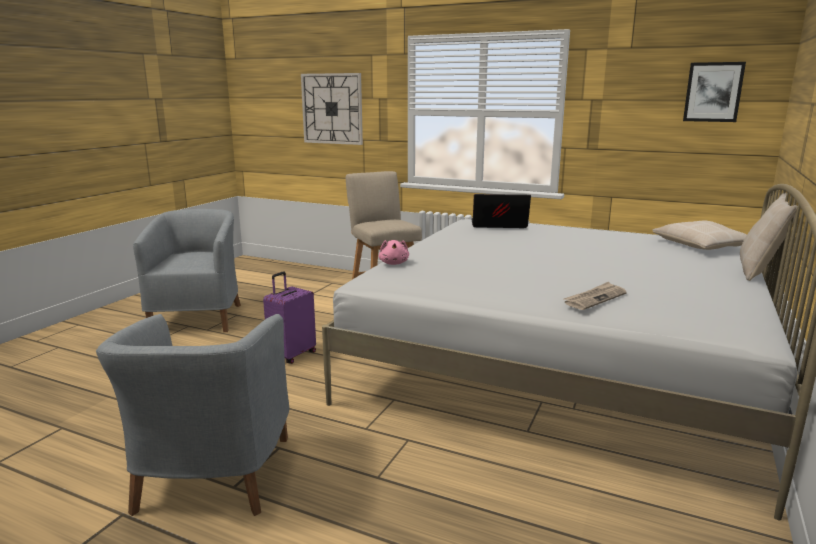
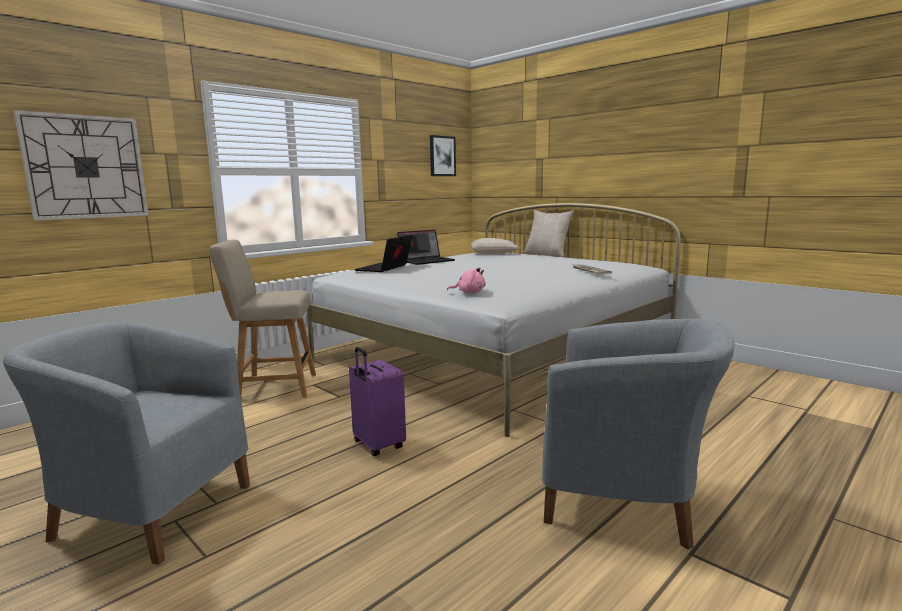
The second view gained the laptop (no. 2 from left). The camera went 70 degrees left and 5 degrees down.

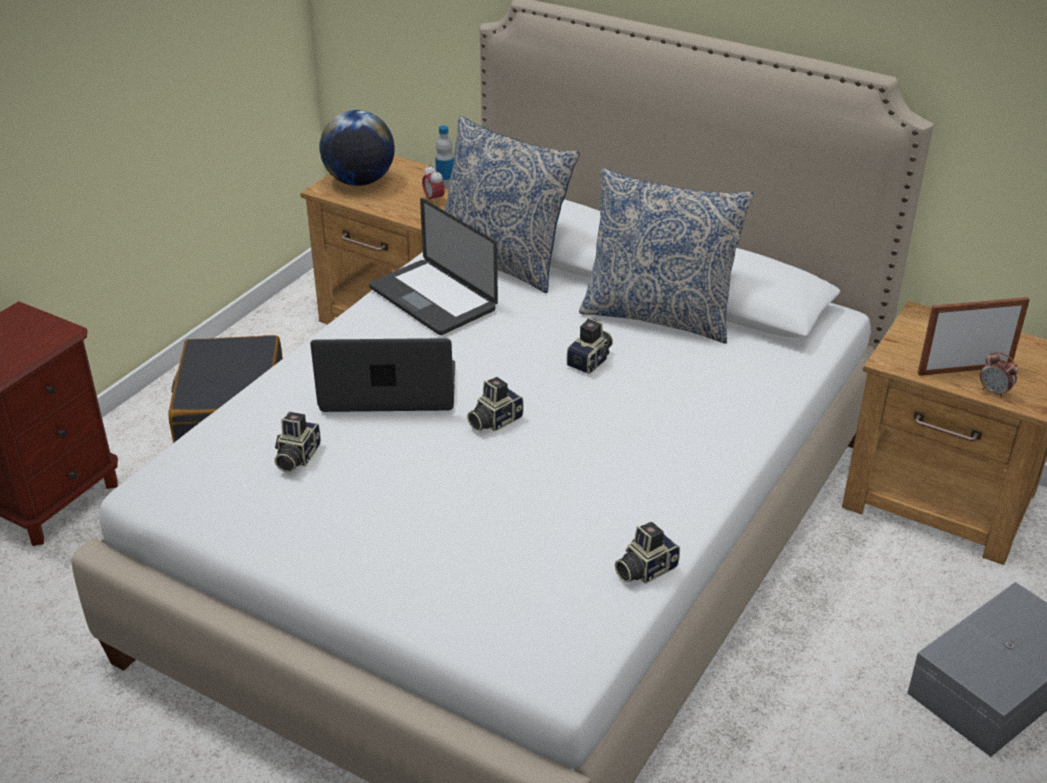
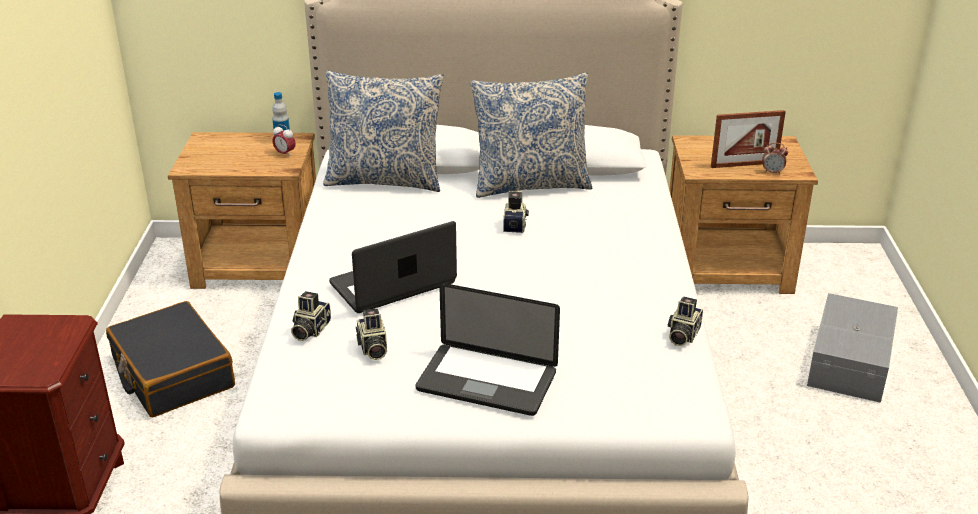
The photo camera (no. 2 from left in the first image) ended up elsewhere. The laptop (no. 2 from left) ended up elsewhere. The picture frame ended up facing another way, 150 degrees counterclockwise from before. The second view lost the globe. The camera went 30 degrees left and 5 degrees down.

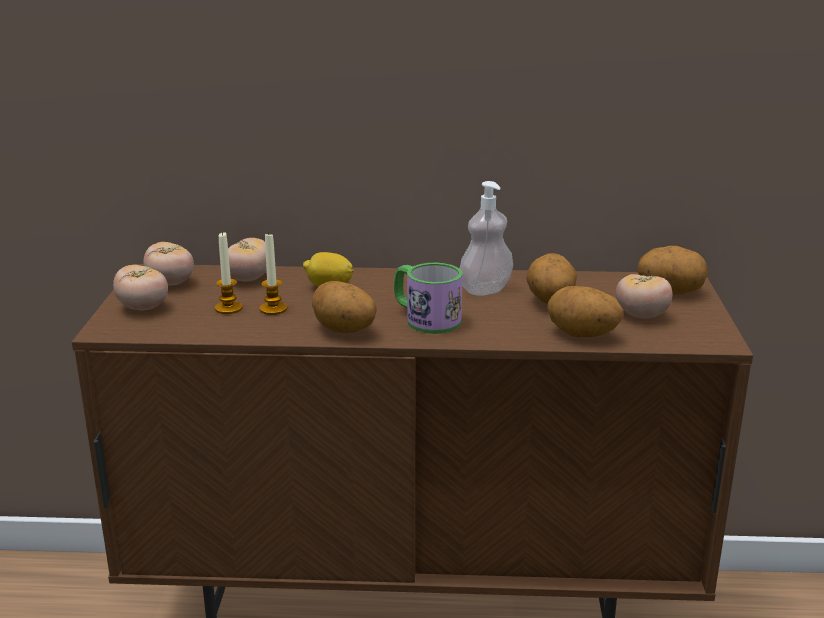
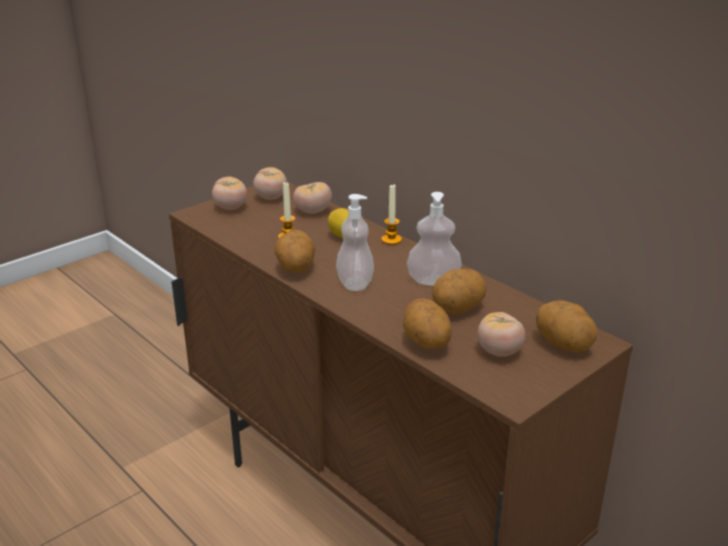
Where the mug stood, the soap dispenser (no. 1 from left) came to stand. The candle (no. 1 from left in the first image) ended up elsewhere. The camera went 45 degrees right and 5 degrees up.

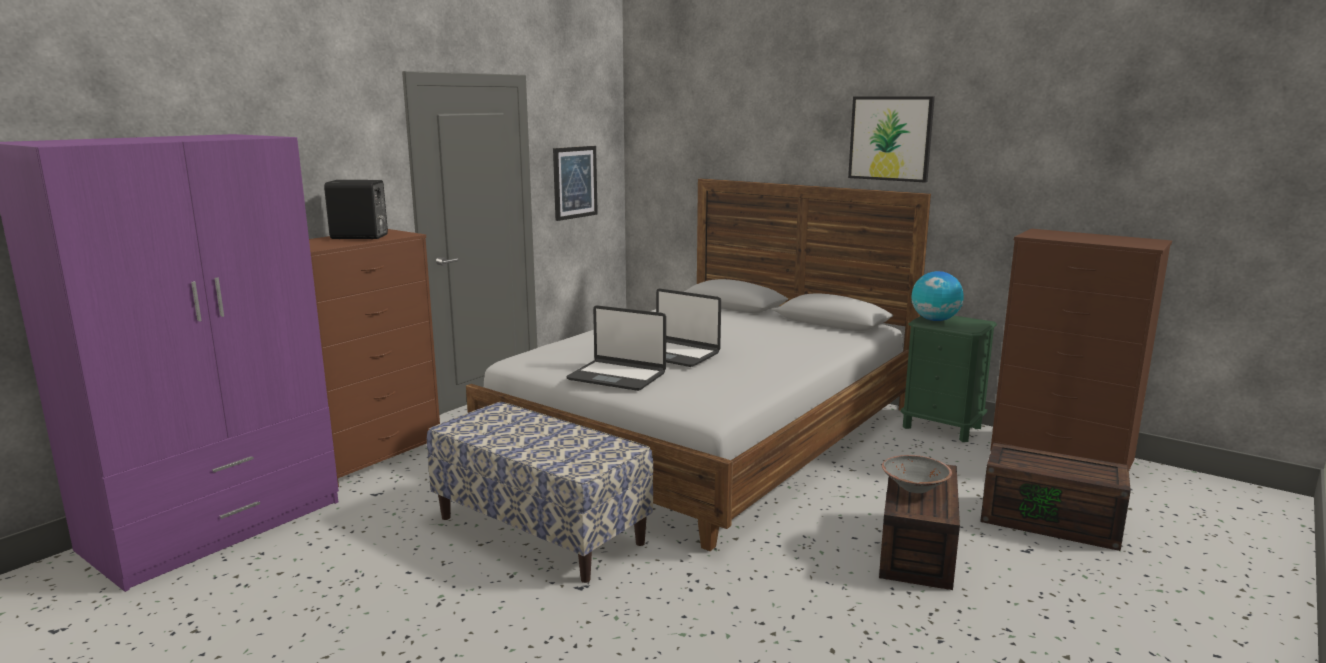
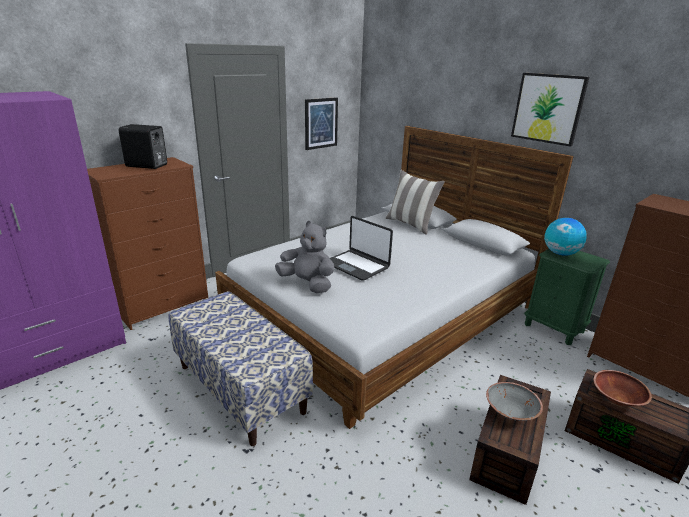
Where the laptop (no. 1 from left) stood, the grey plush toy came to stand. The second view gained the pillow. The second view gained the brown bowl. The camera went 10 degrees right and 10 degrees up.

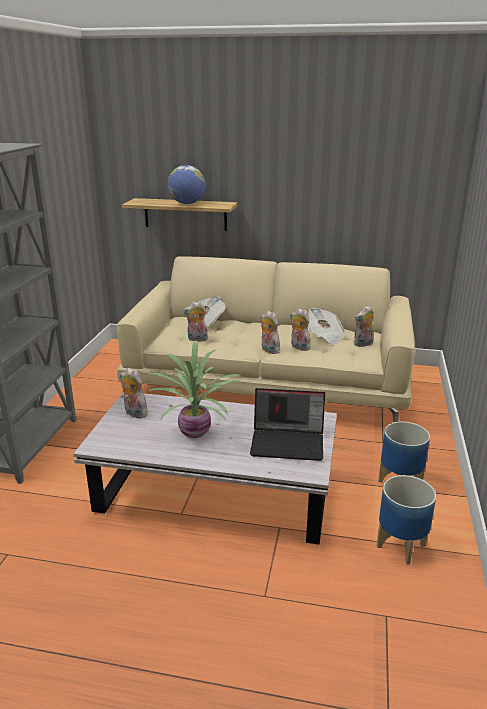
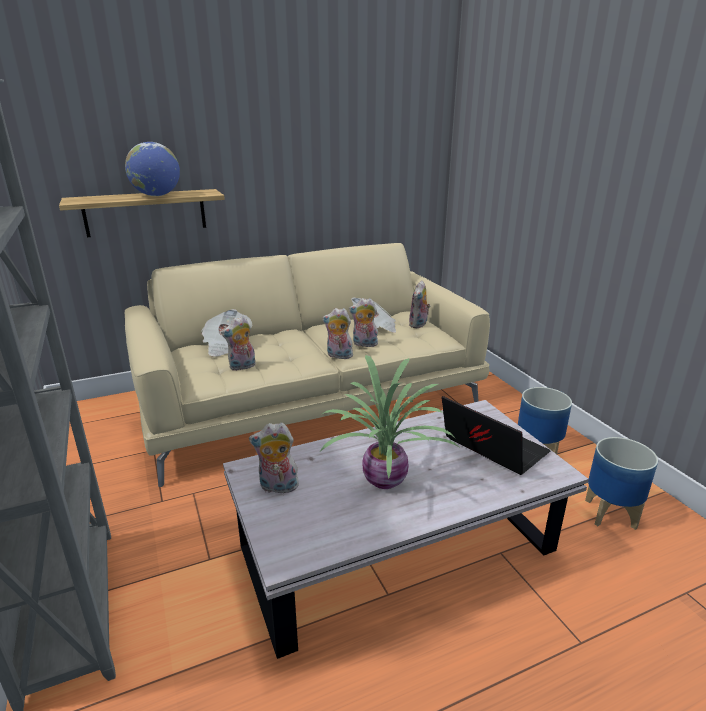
The laptop ended up facing another way, 105 degrees counterclockwise from before. The camera went 35 degrees left and 0 degrees up.

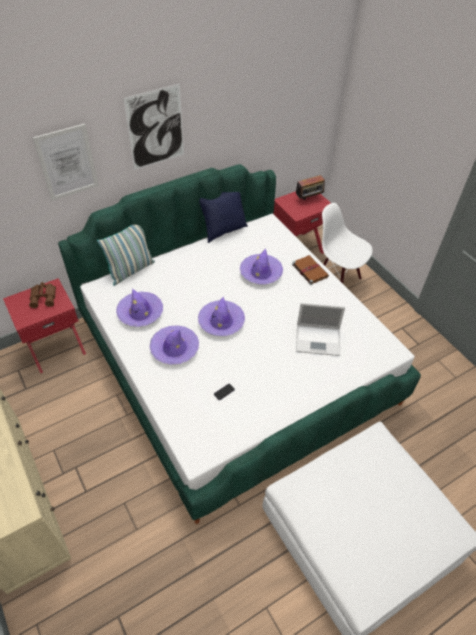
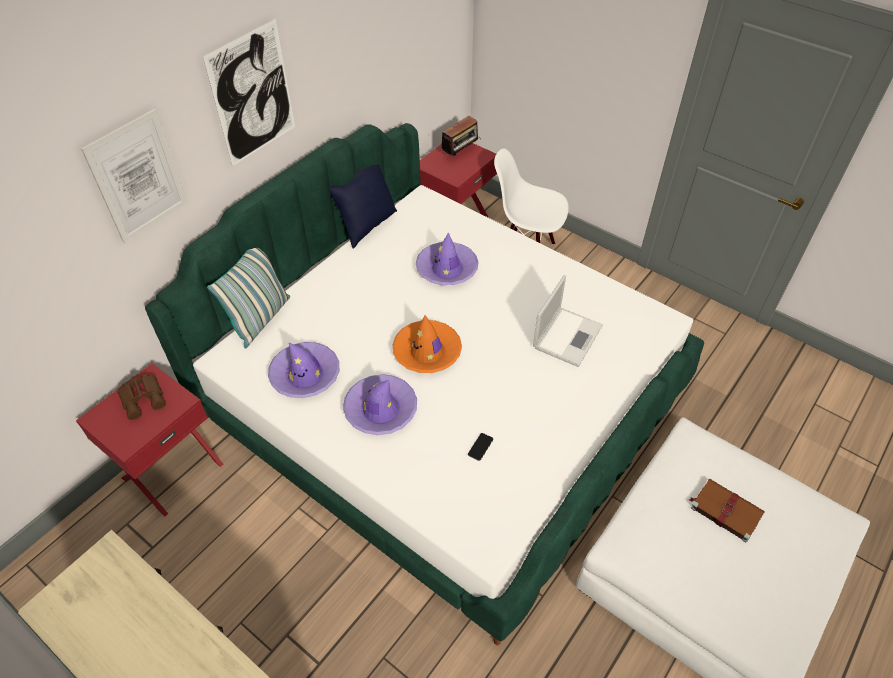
What was the purple hat (no. 3 from left) turned into the orange hat. The laptop ended up facing another way, 45 degrees counterclockwise from before. The brown book ended up elsewhere. The camera went 20 degrees left and 0 degrees up.

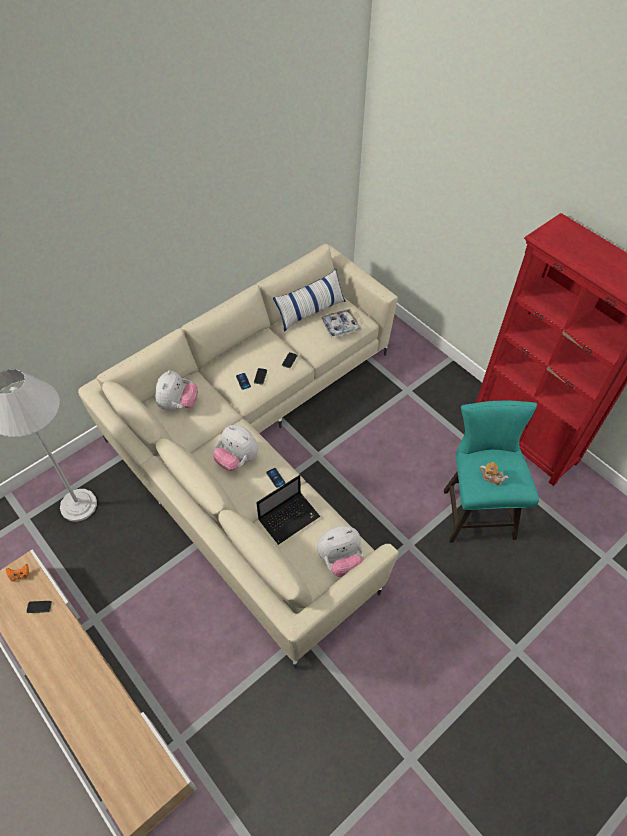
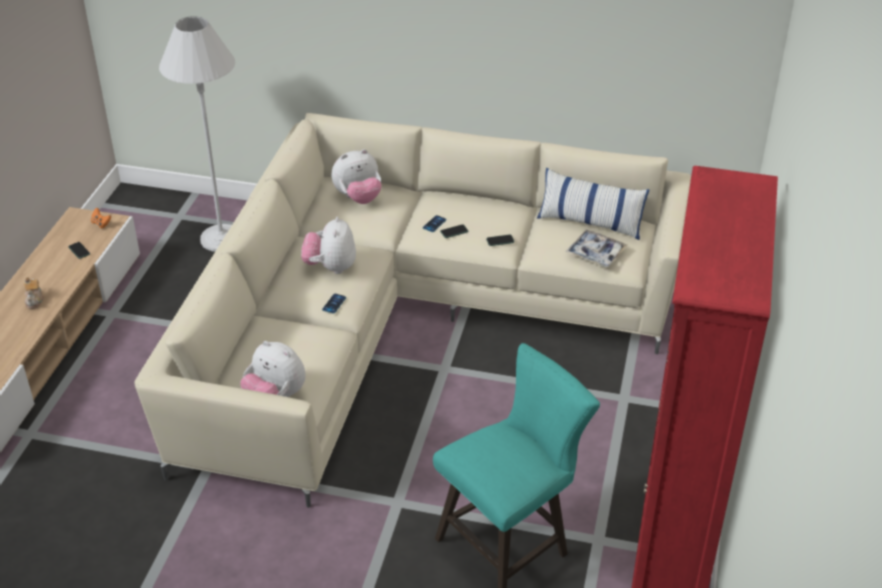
The teapot ended up elsewhere. The second view lost the laptop. The camera went 55 degrees right and 15 degrees down.

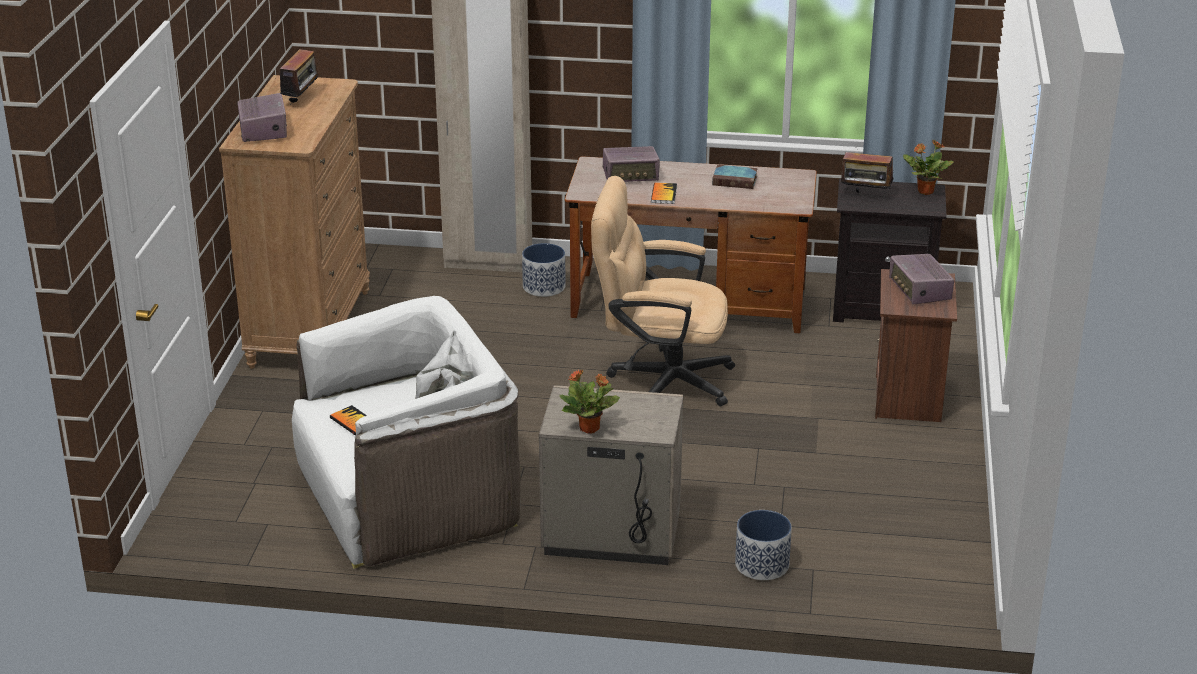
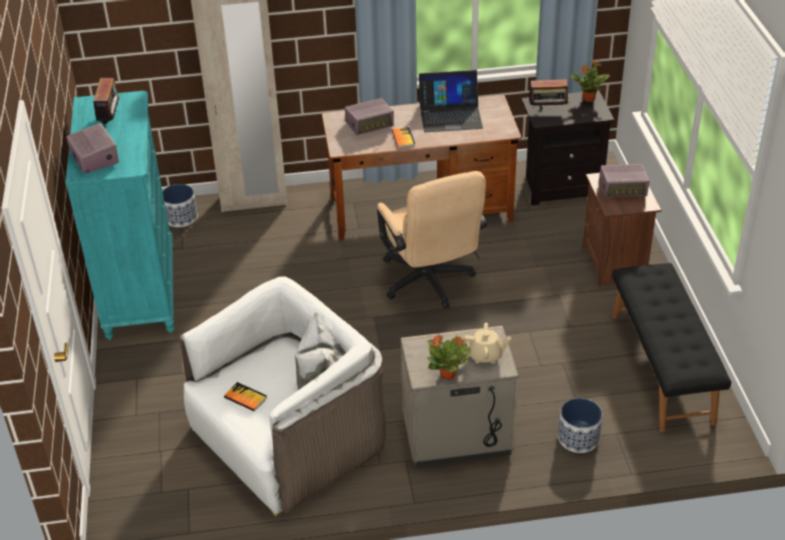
What was the brown dresser turned into the turquoise dresser. The planter (no. 1 from left) ended up elsewhere. The beige office chair ended up facing another way, 105 degrees counterclockwise from before. Where the book (no. 3 from left) stood, the laptop came to stand. The second view gained the beige teapot. The radio (no. 5 from left) ended up facing another way, 60 degrees counterclockwise from before. The second view gained the black bench. The camera went 15 degrees left and 10 degrees up.

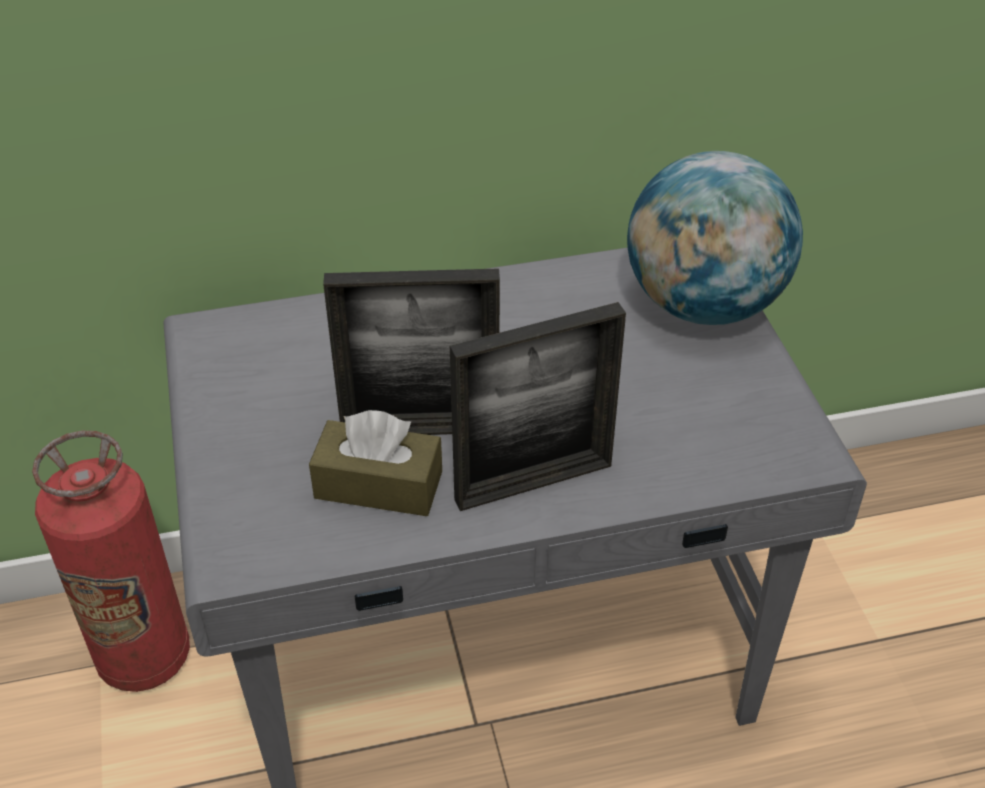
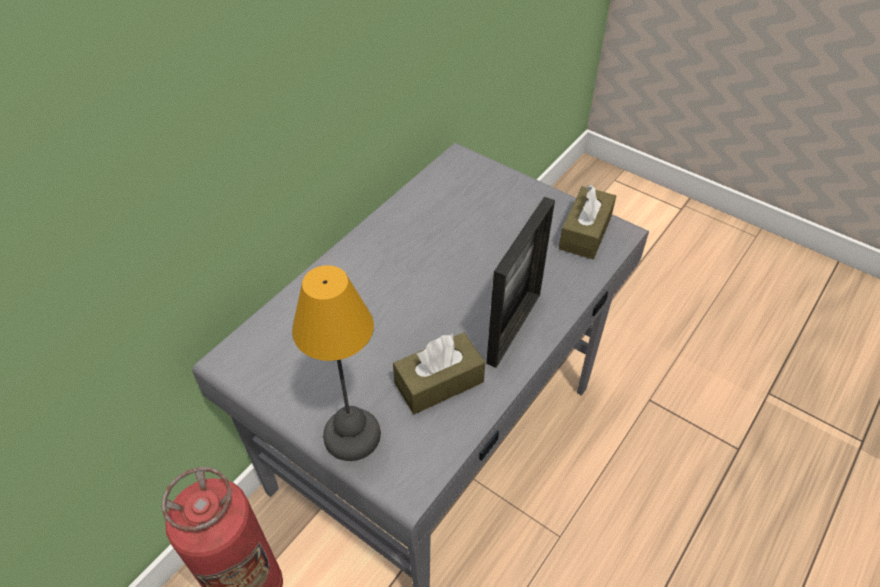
The second view gained the table lamp. The second view gained the brown tissue box (no. 2 from left). The second view lost the picture frame (no. 1 from left). The second view lost the globe. The camera went 40 degrees left and 5 degrees up.

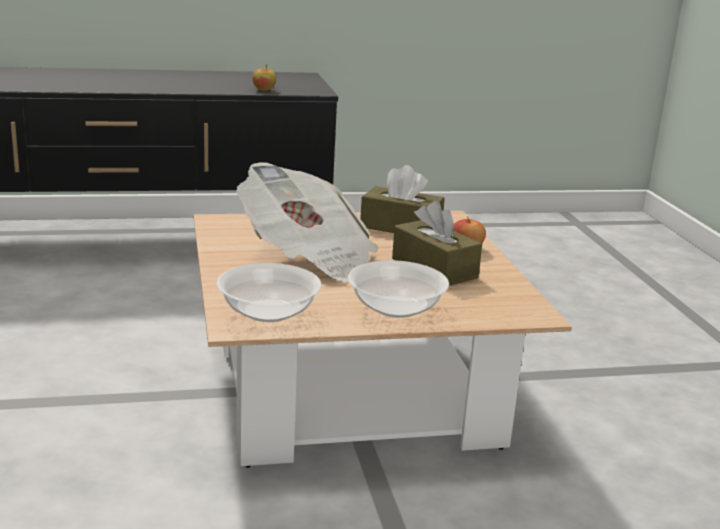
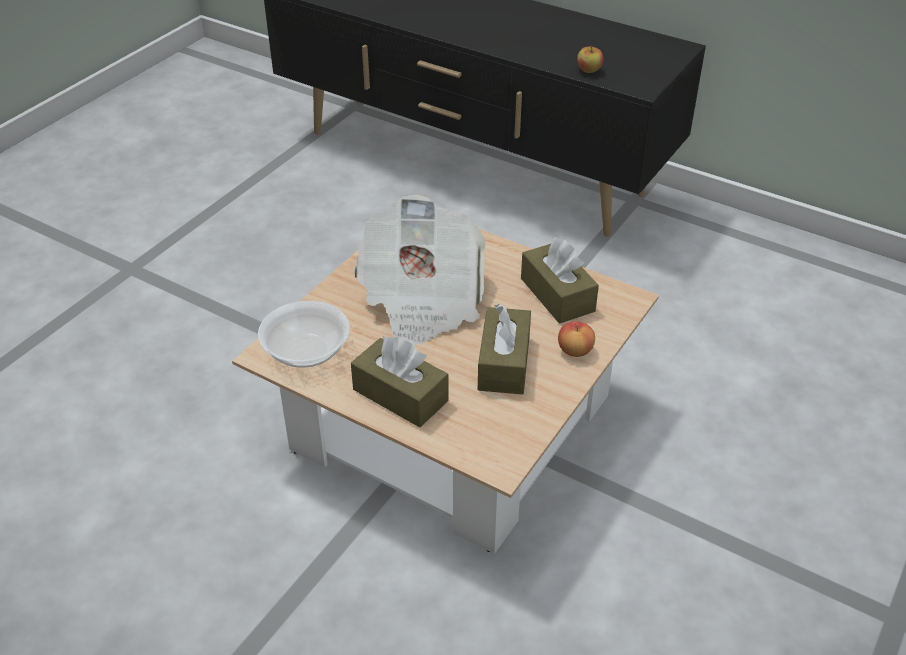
Where the bowl (no. 2 from left) stood, the brown tissue box (no. 1 from left) came to stand. The camera went 45 degrees right and 20 degrees up.

